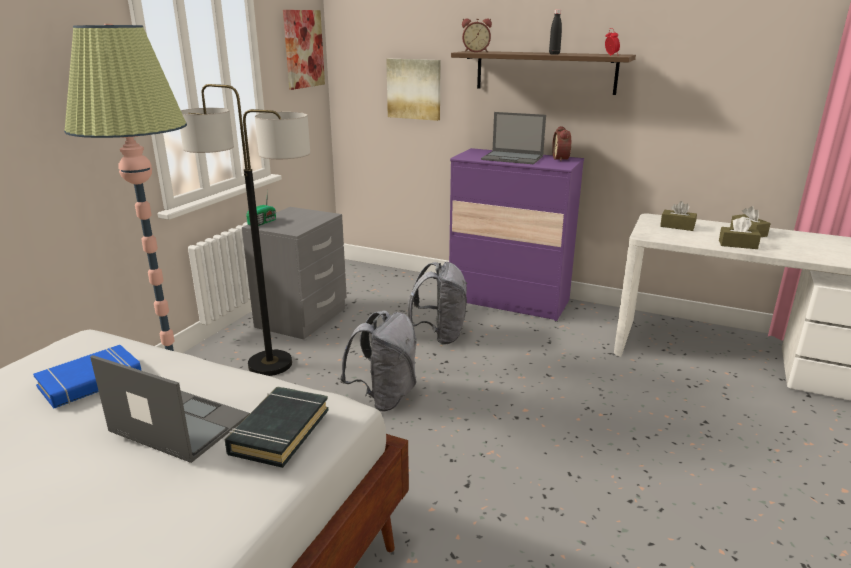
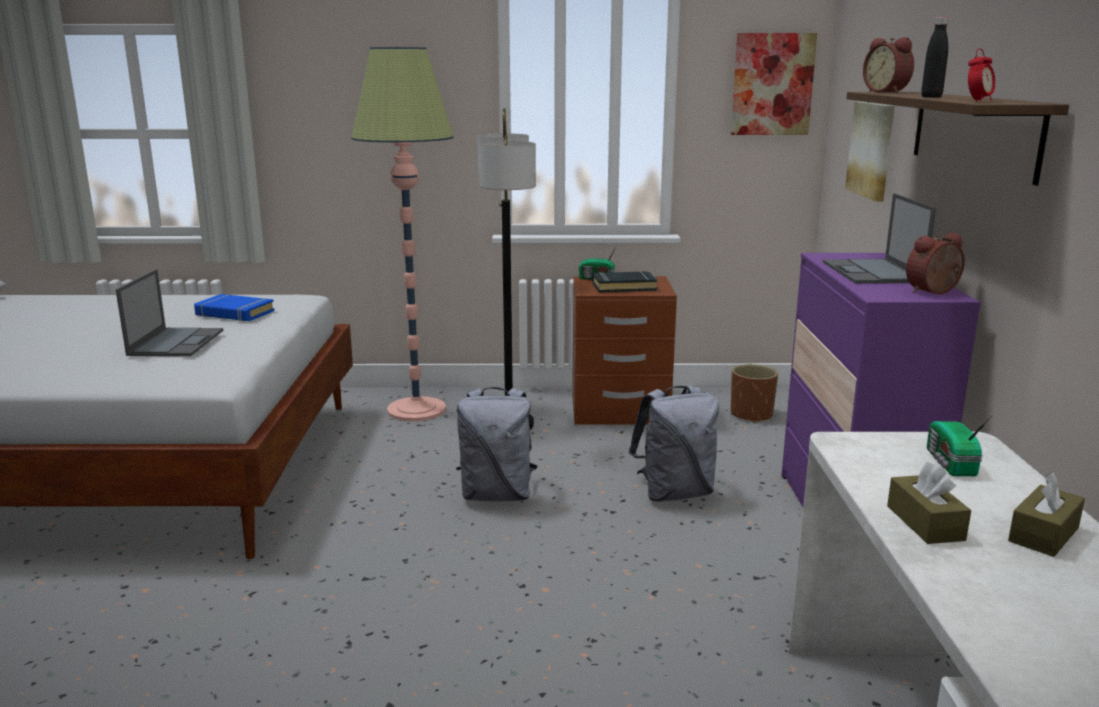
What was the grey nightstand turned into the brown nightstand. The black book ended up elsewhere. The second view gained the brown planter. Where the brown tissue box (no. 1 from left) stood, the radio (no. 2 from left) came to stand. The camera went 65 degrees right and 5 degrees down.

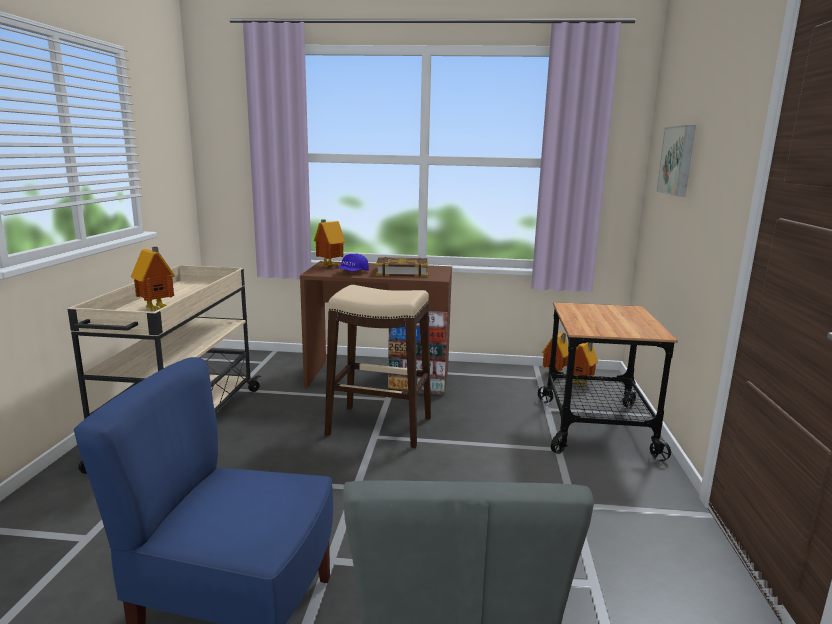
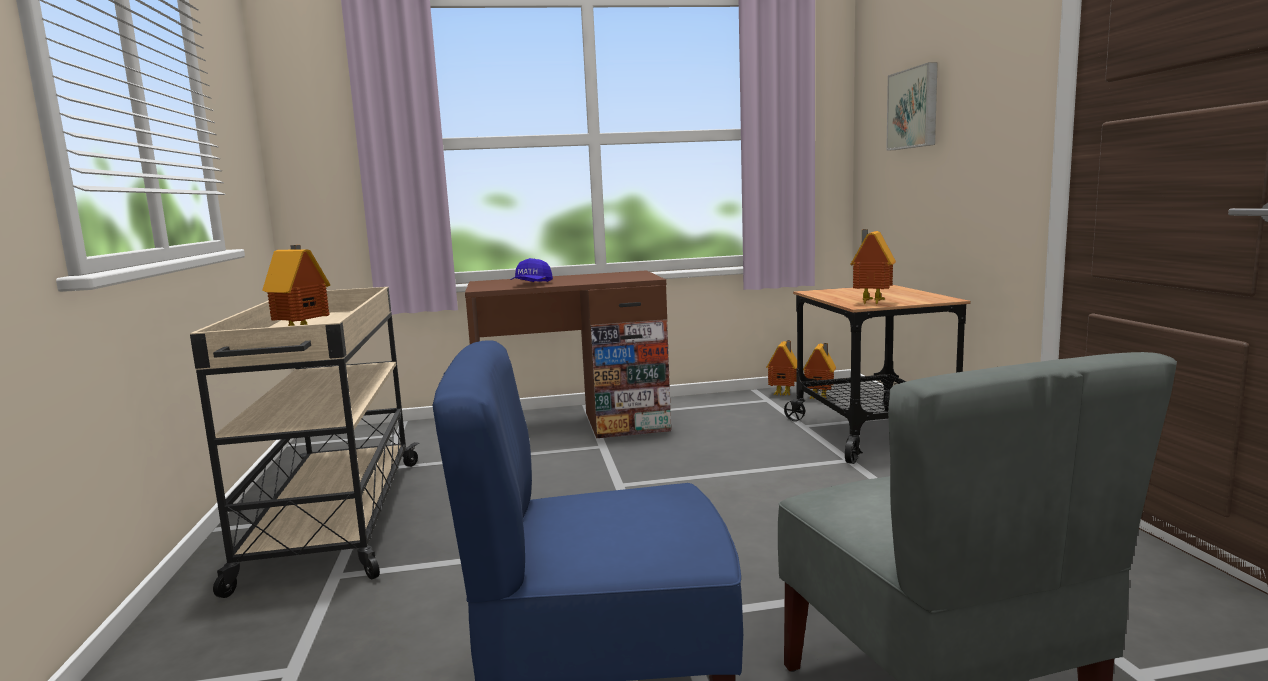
The toy house (no. 2 from left in the first image) ended up elsewhere. The second view lost the beige stool. The second view lost the book. The camera went 15 degrees left and 5 degrees down.

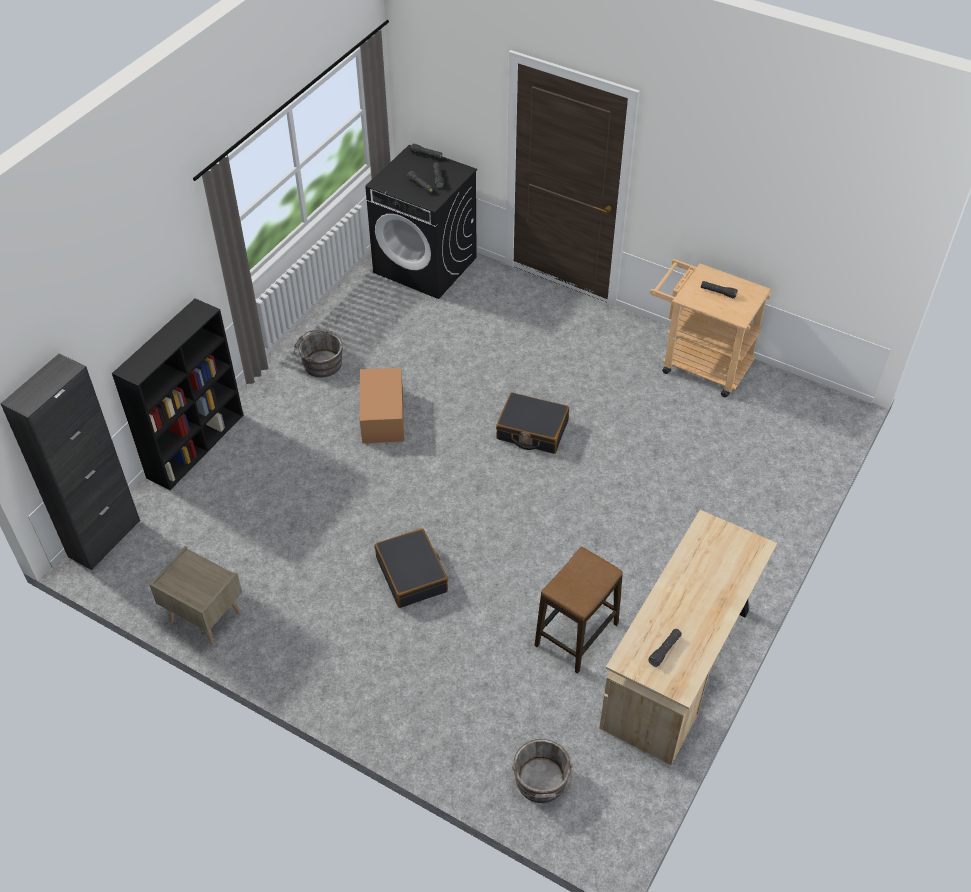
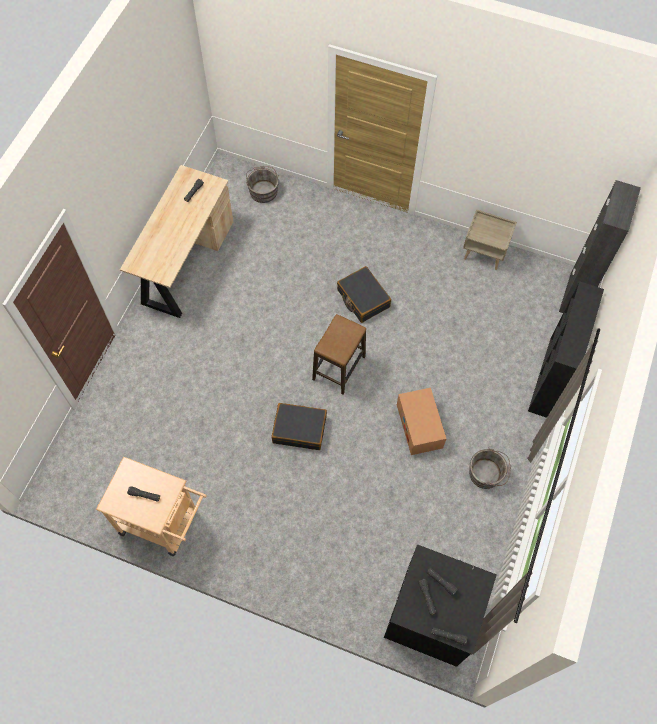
The stool ended up elsewhere. The camera went 170 degrees right and 15 degrees up.

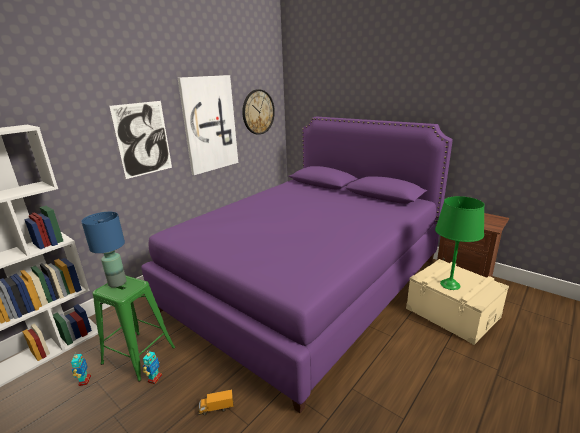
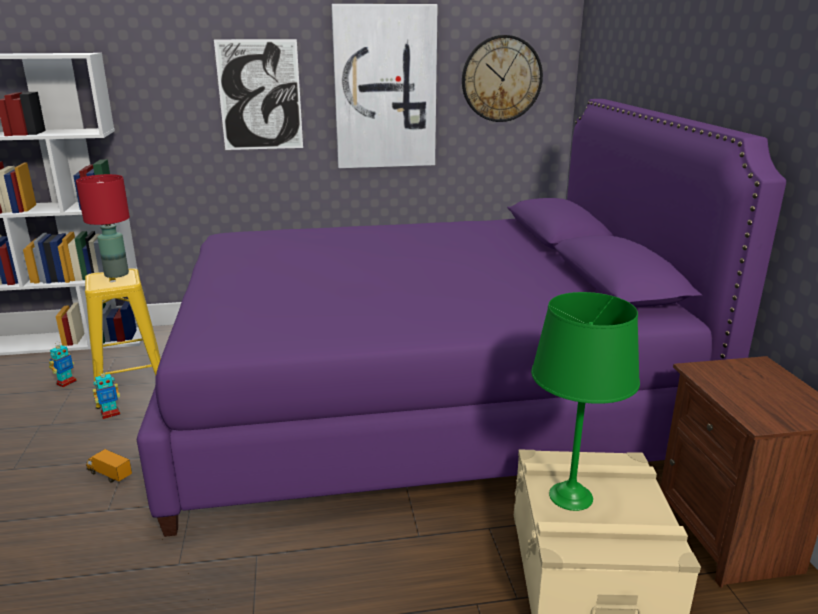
What was the blue table lamp turned into the red table lamp. What was the green stool turned into the yellow stool. The camera went 40 degrees right and 0 degrees up.

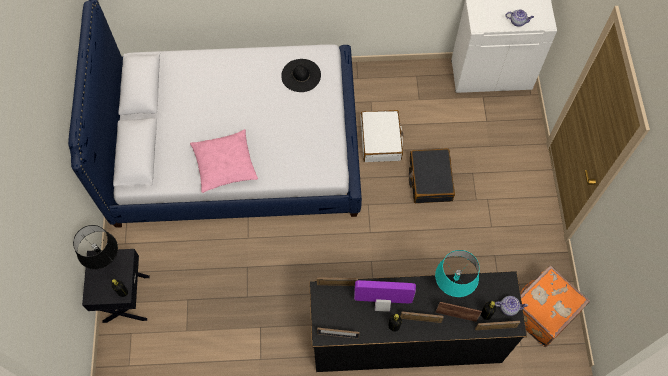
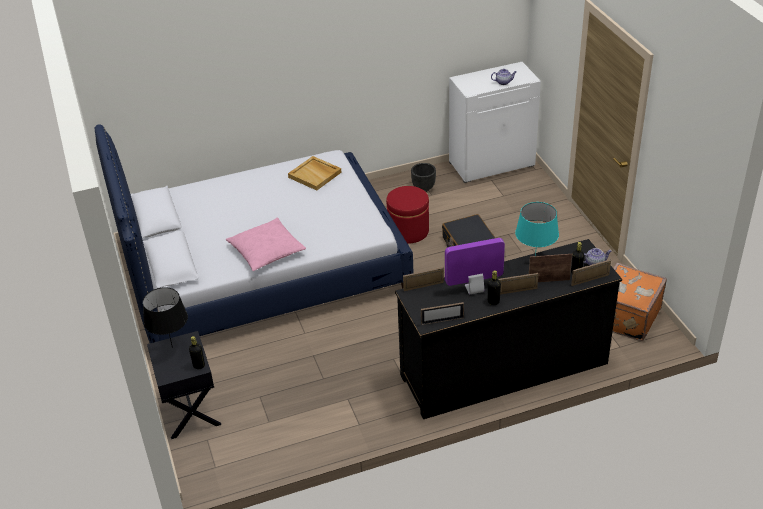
Where the black hat stood, the beige tray came to stand. Where the white suitcase stood, the red ottoman came to stand. The second view gained the black planter. The camera went 15 degrees left and 25 degrees down.

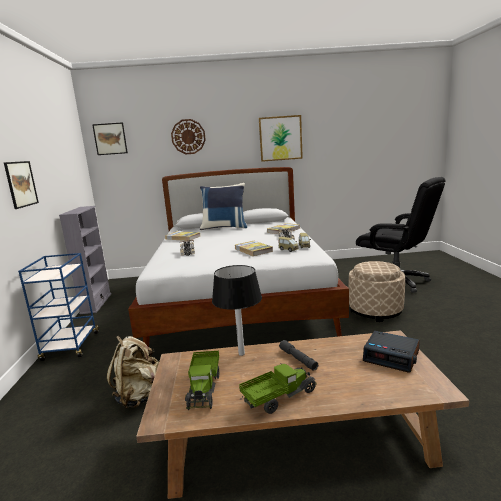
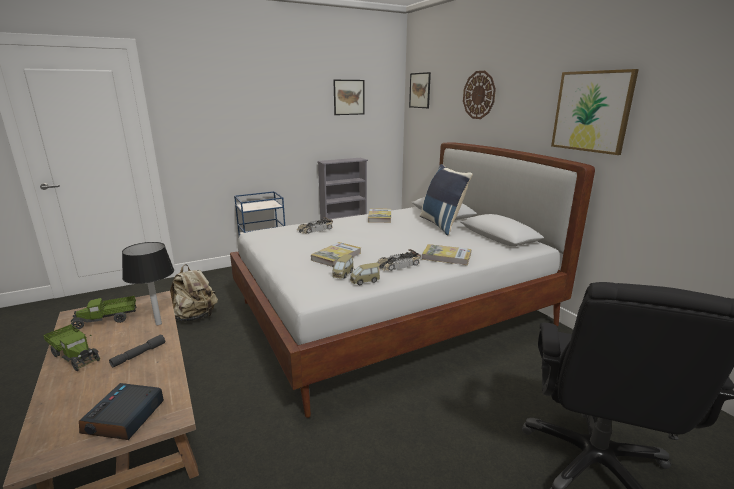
The picture (no. 1 from left) ended up elsewhere. The second view lost the beige ottoman. The camera went 65 degrees right and 5 degrees up.

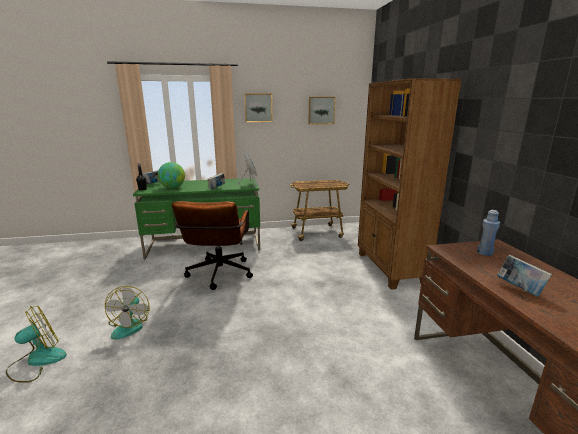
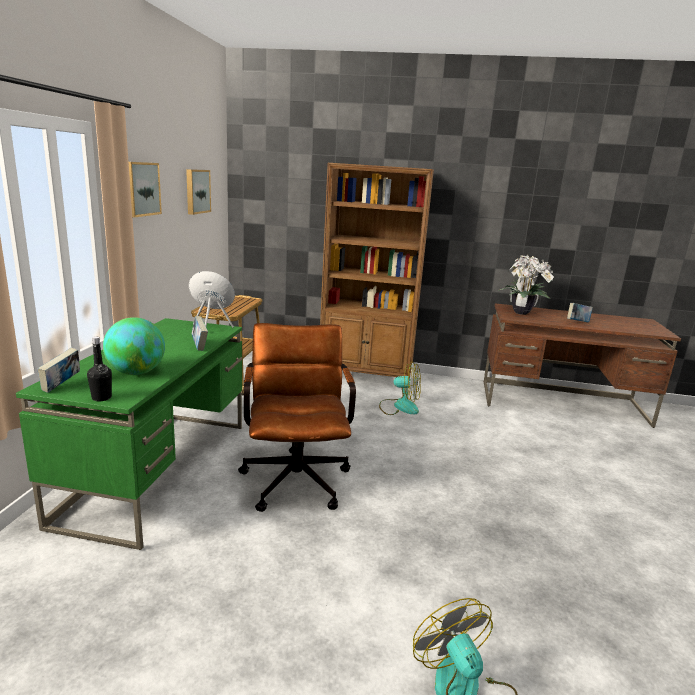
The brown office chair ended up facing another way, 120 degrees counterclockwise from before. The fan (no. 2 from left in the first image) ended up elsewhere. Where the blue bottle stood, the potted plant came to stand. The camera went 70 degrees left and 0 degrees up.

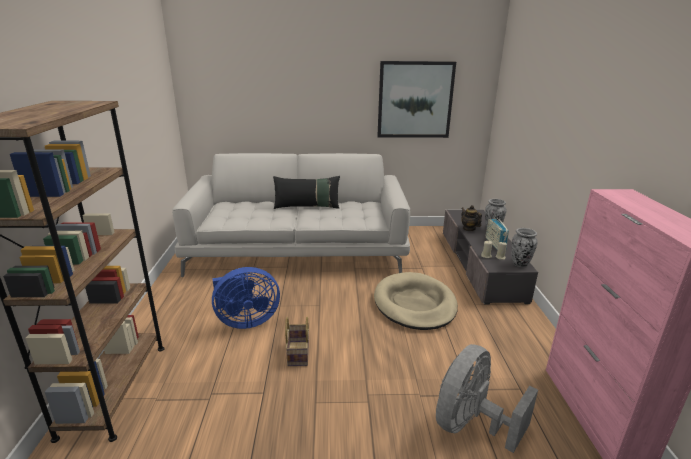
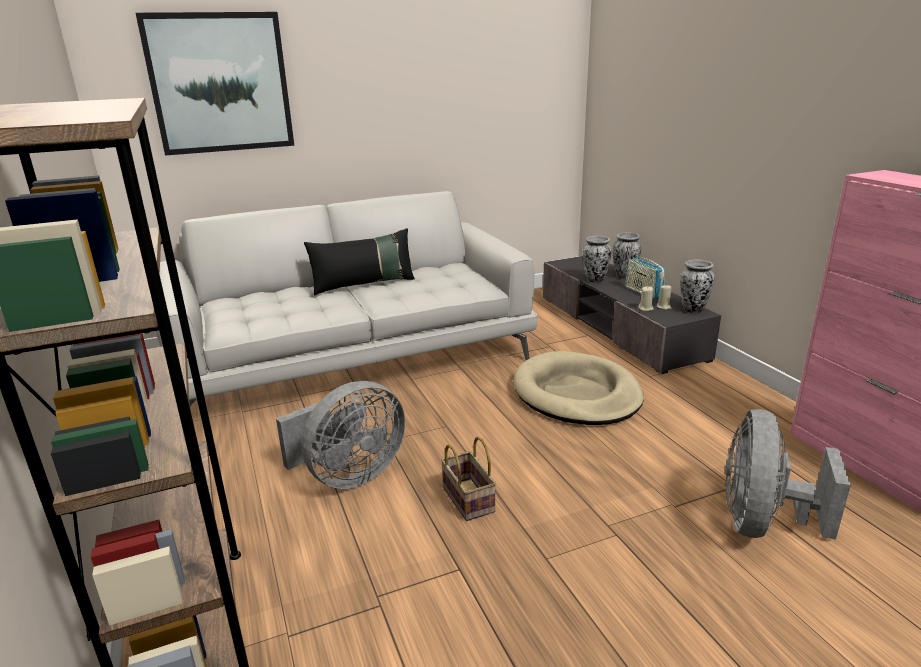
The picture ended up elsewhere. What was the blue fan turned into the grey fan (no. 1 from left). Where the teapot stood, the vase (no. 1 from left) came to stand. The camera went 20 degrees left and 0 degrees up.

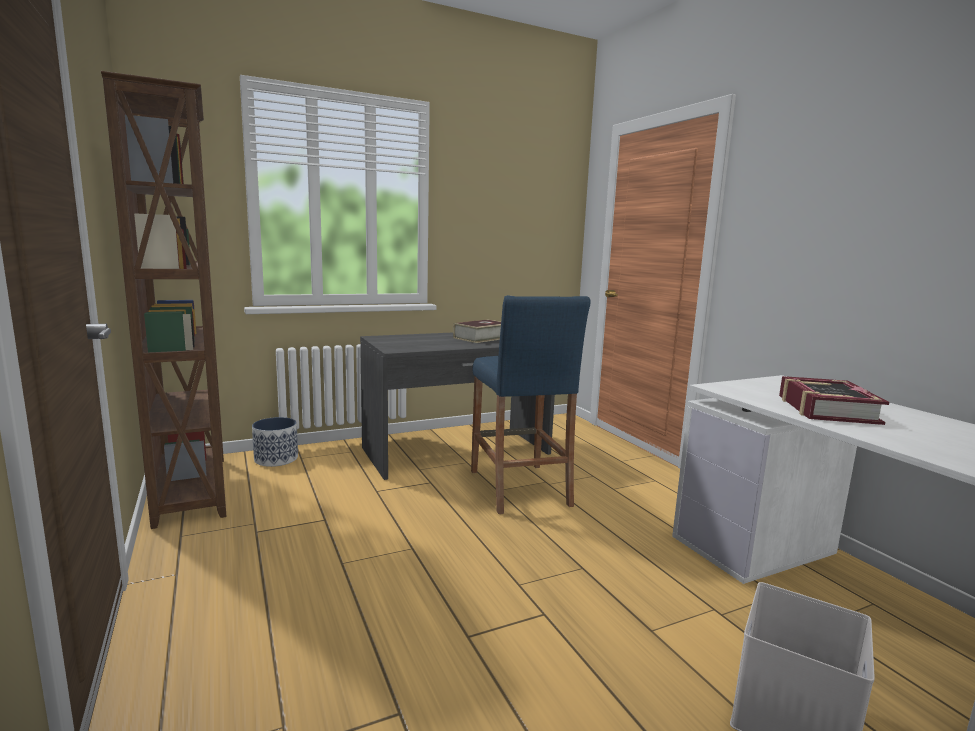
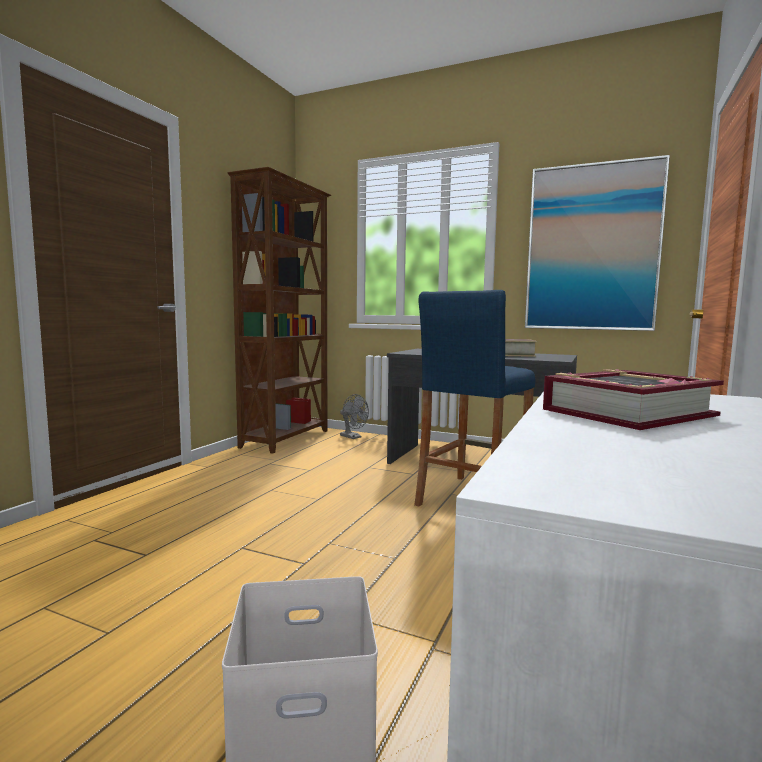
Where the planter stood, the grey fan came to stand. The second view gained the picture. The camera went 50 degrees right and 5 degrees down.

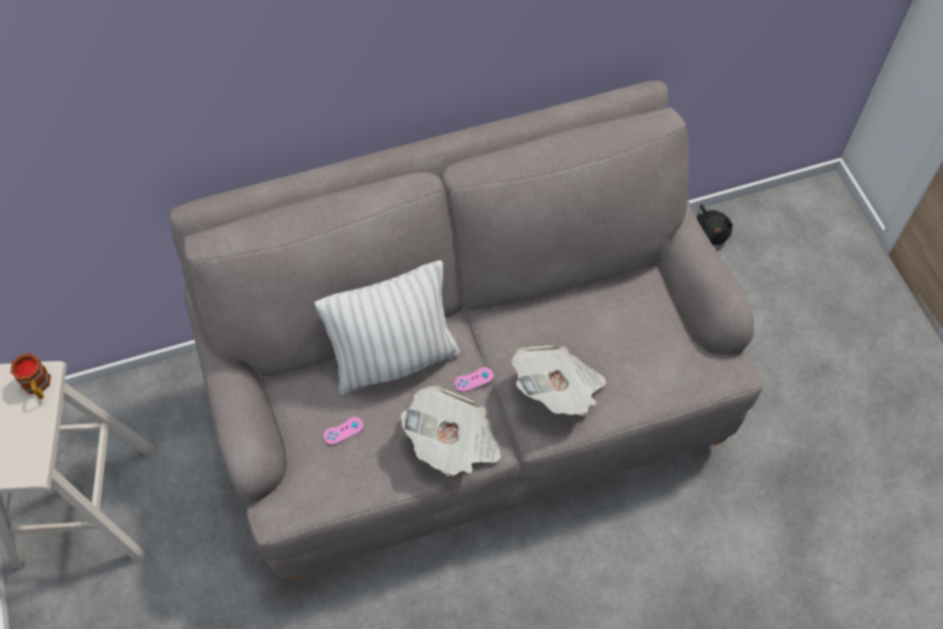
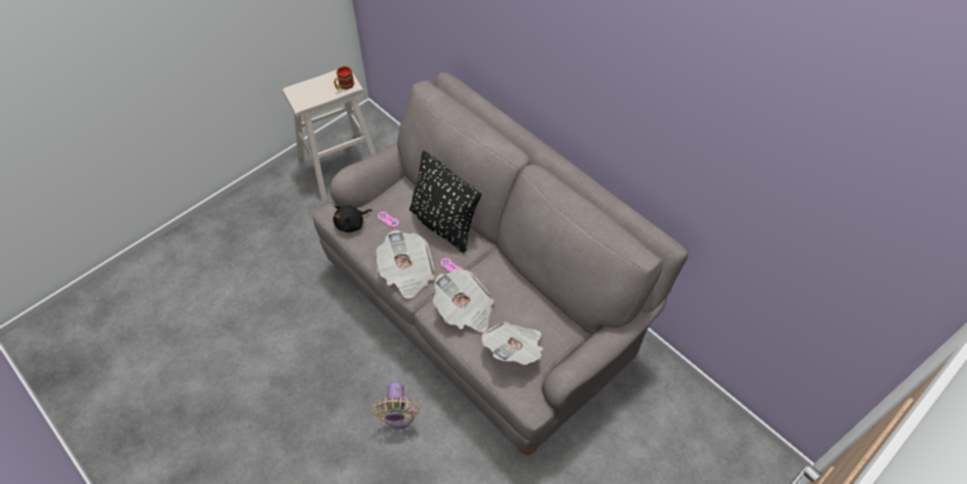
The black plush toy ended up elsewhere. The second view gained the beige fan. What was the white pillow turned into the black pillow. The second view gained the newspaper (no. 3 from left). The camera went 65 degrees right and 5 degrees down.

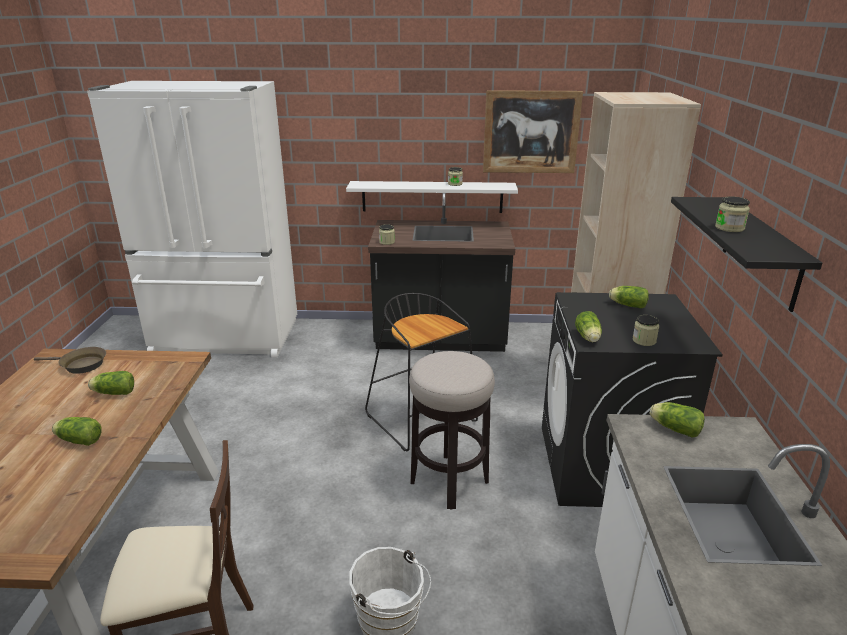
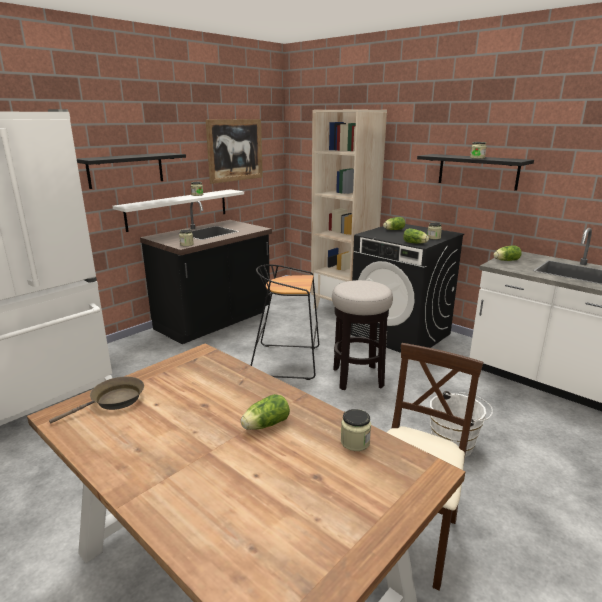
The second view gained the black shelf (no. 1 from left). The second view gained the jar (no. 3 from left). The second view lost the lettuce (no. 2 from left). The camera went 50 degrees left and 5 degrees down.

